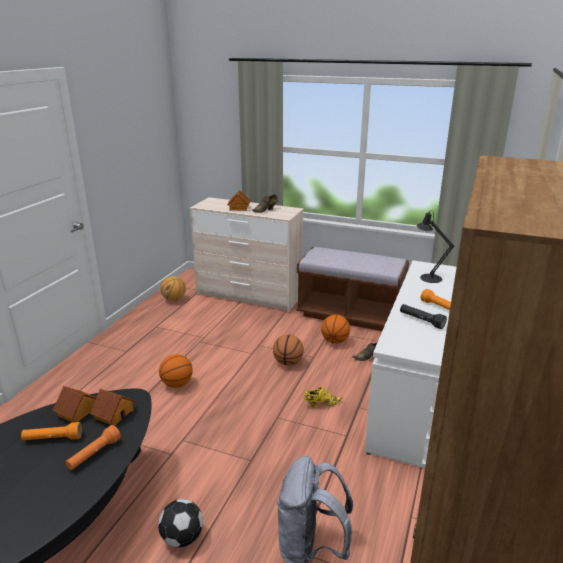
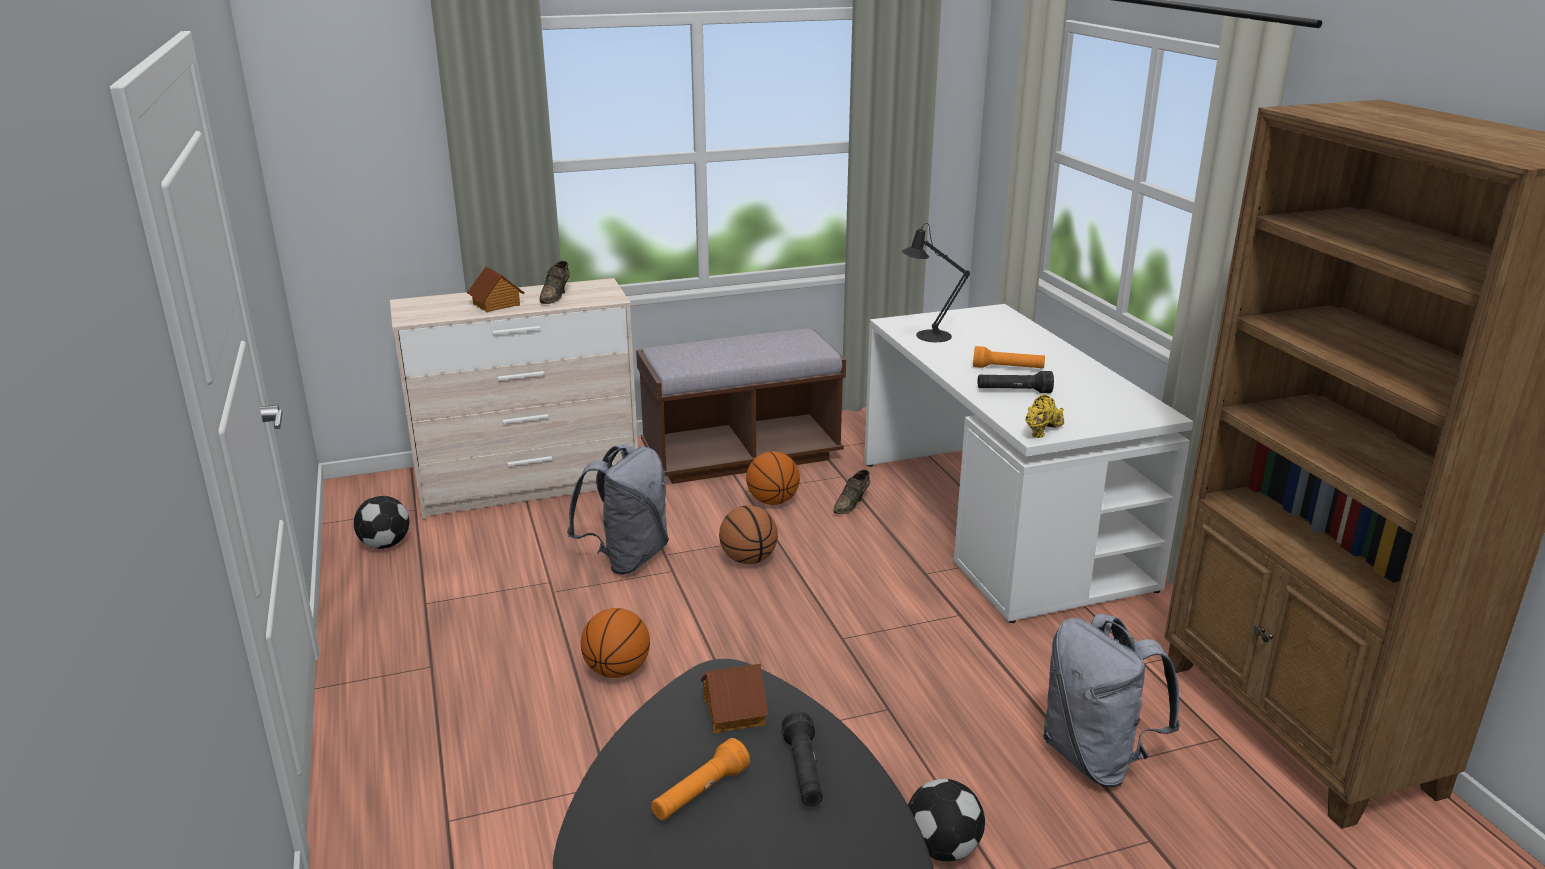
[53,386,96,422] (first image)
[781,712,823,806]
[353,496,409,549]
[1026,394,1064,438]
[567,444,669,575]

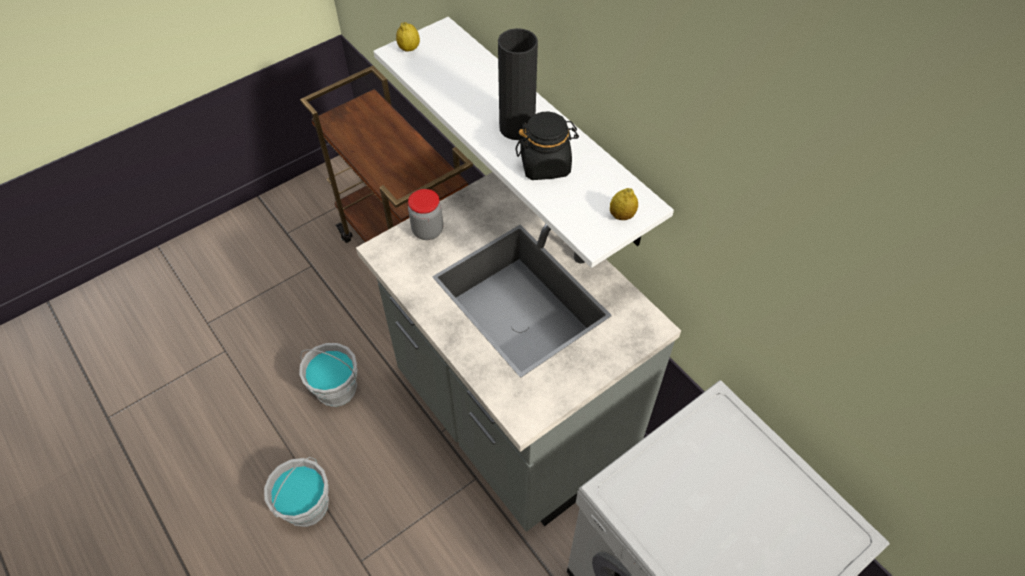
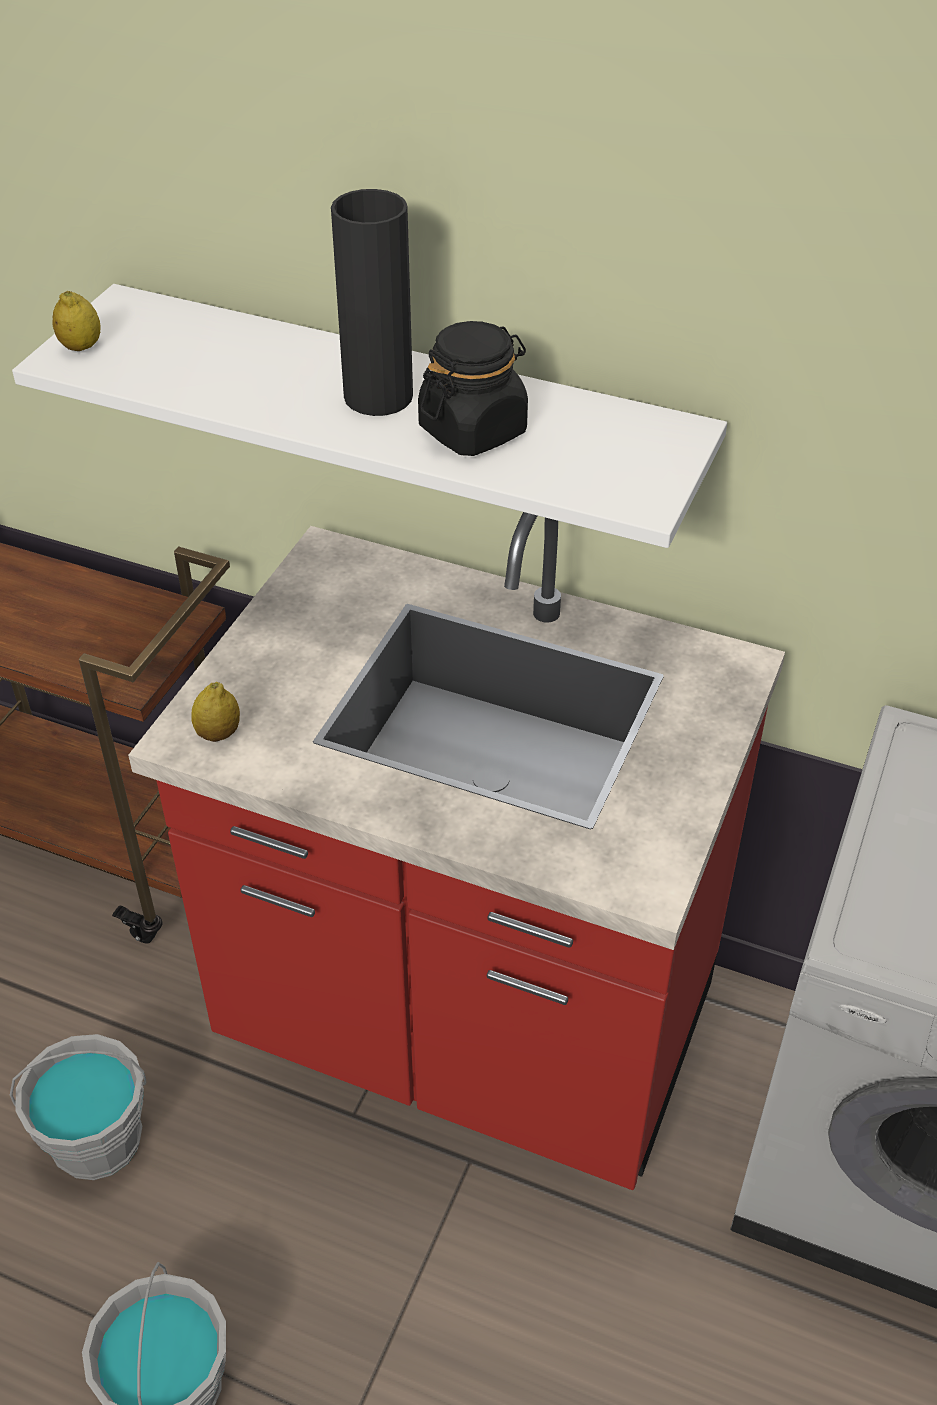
[128,512,785,1190]
[408,189,443,240] (first image)
[191,682,240,742]

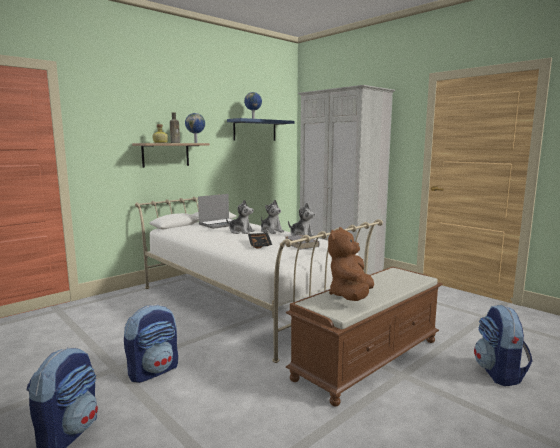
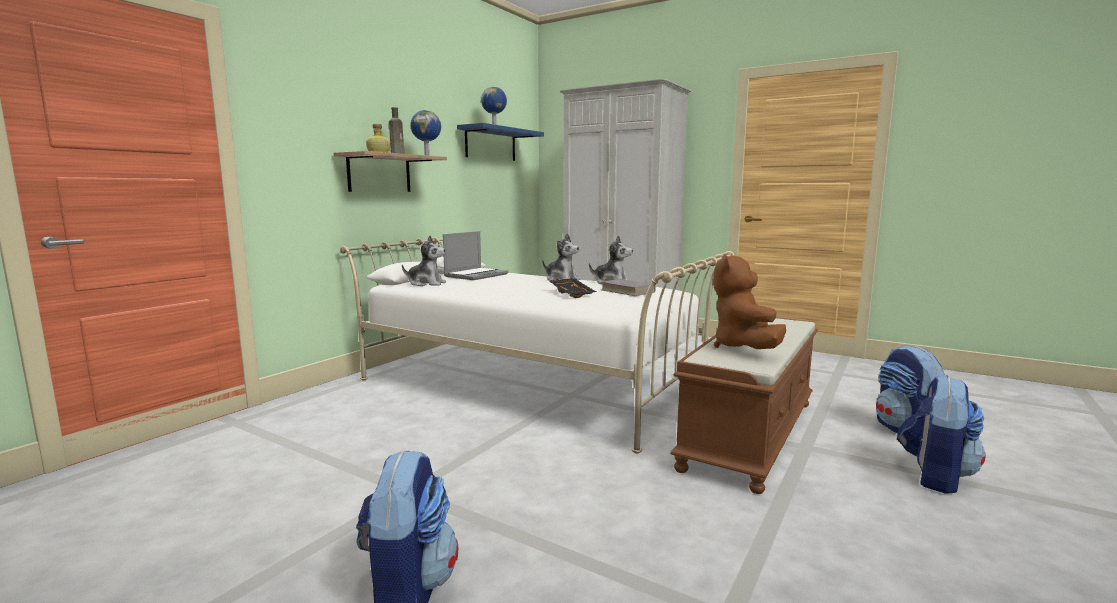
[897,375,986,494]
[402,236,446,286]

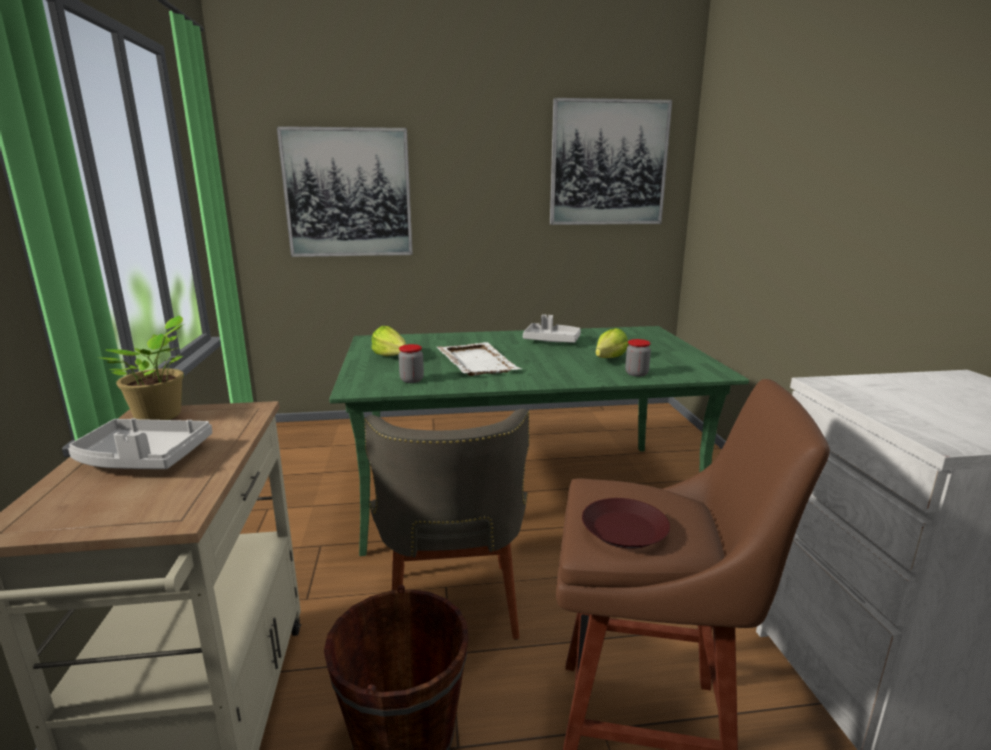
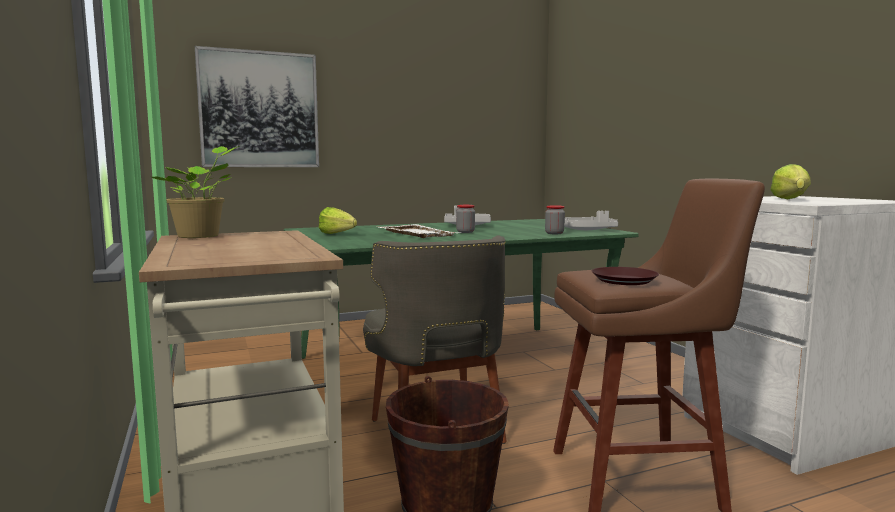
[565,211,618,230]
[456,205,475,233]
[550,98,672,225] (first image)
[770,164,811,199]

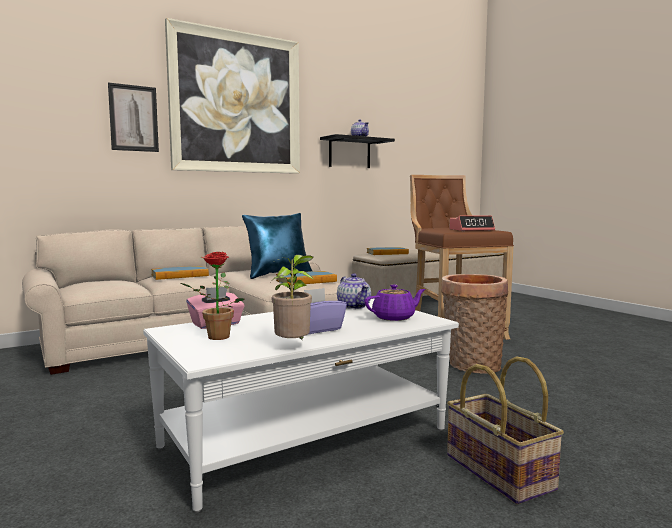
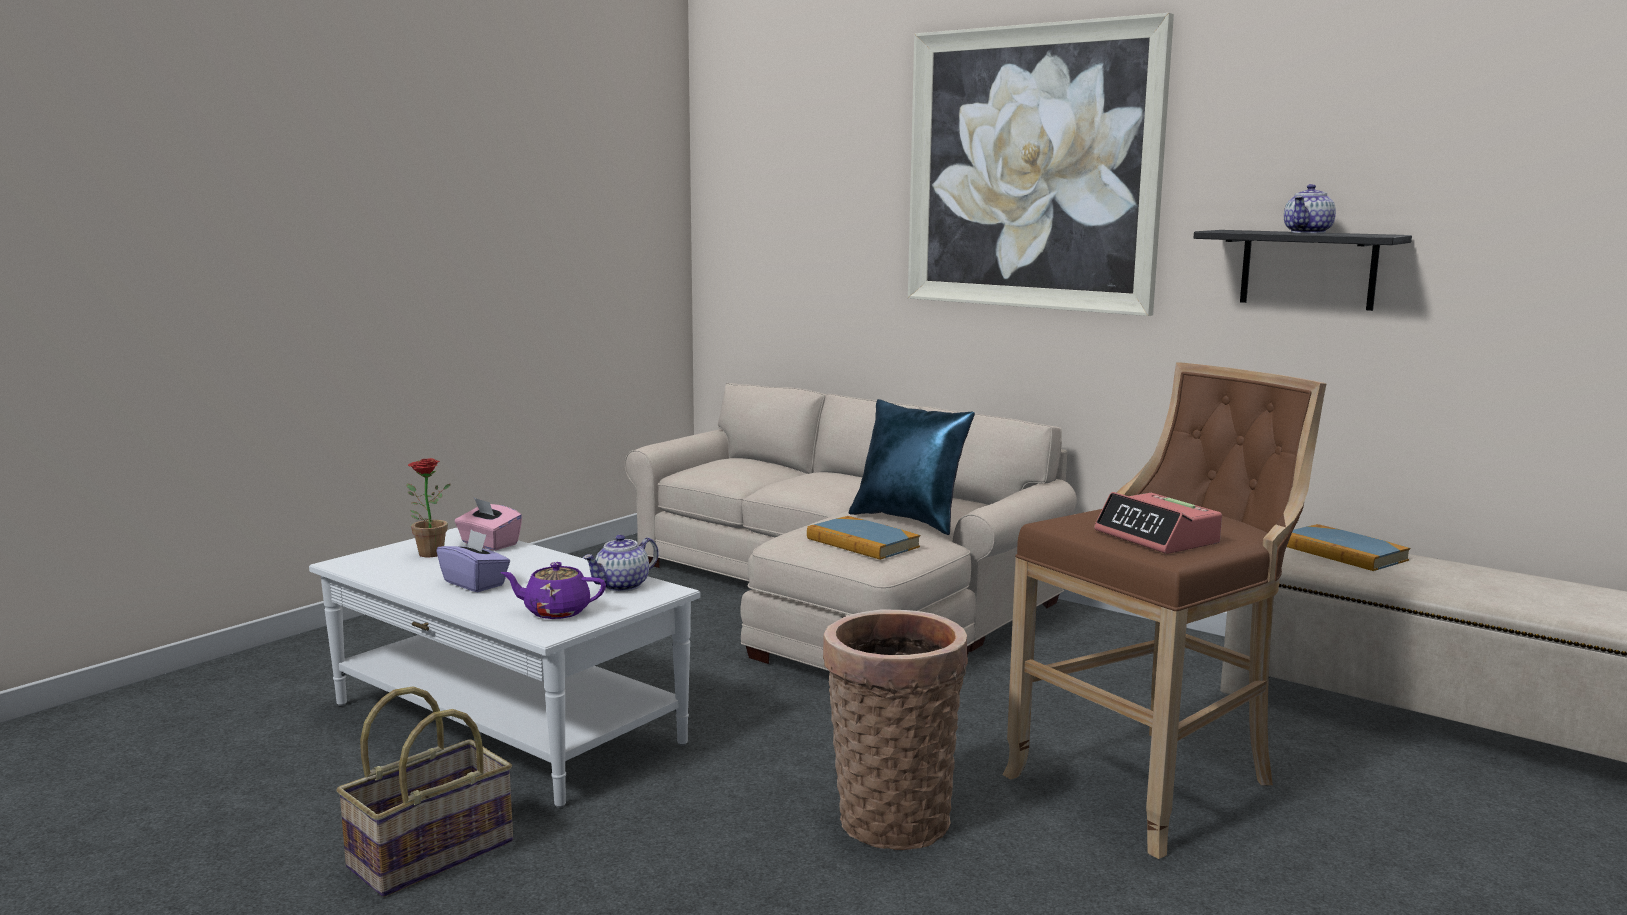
[108,83,159,152] (first image)
[151,266,209,280] (first image)
[271,255,314,341] (first image)
[500,562,606,619]

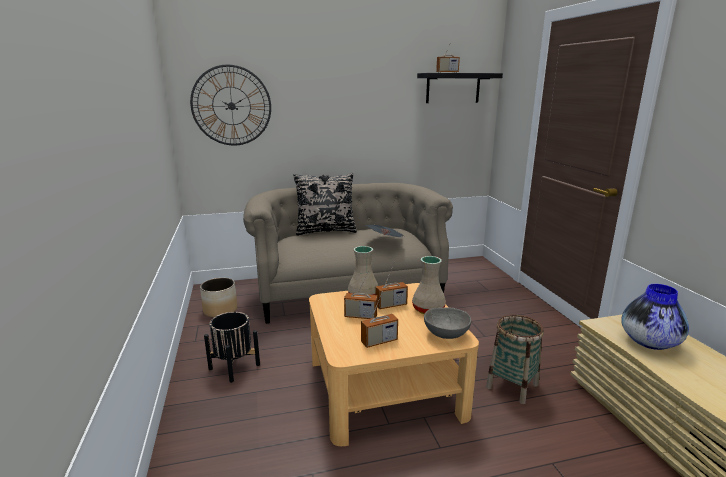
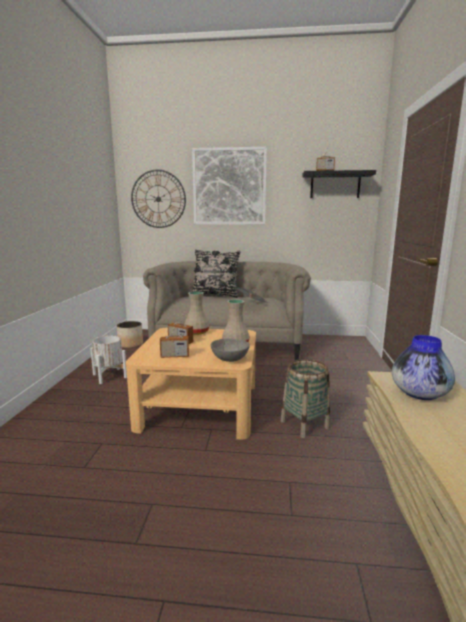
[90,335,127,384]
[375,261,408,309] (first image)
[192,147,267,225]

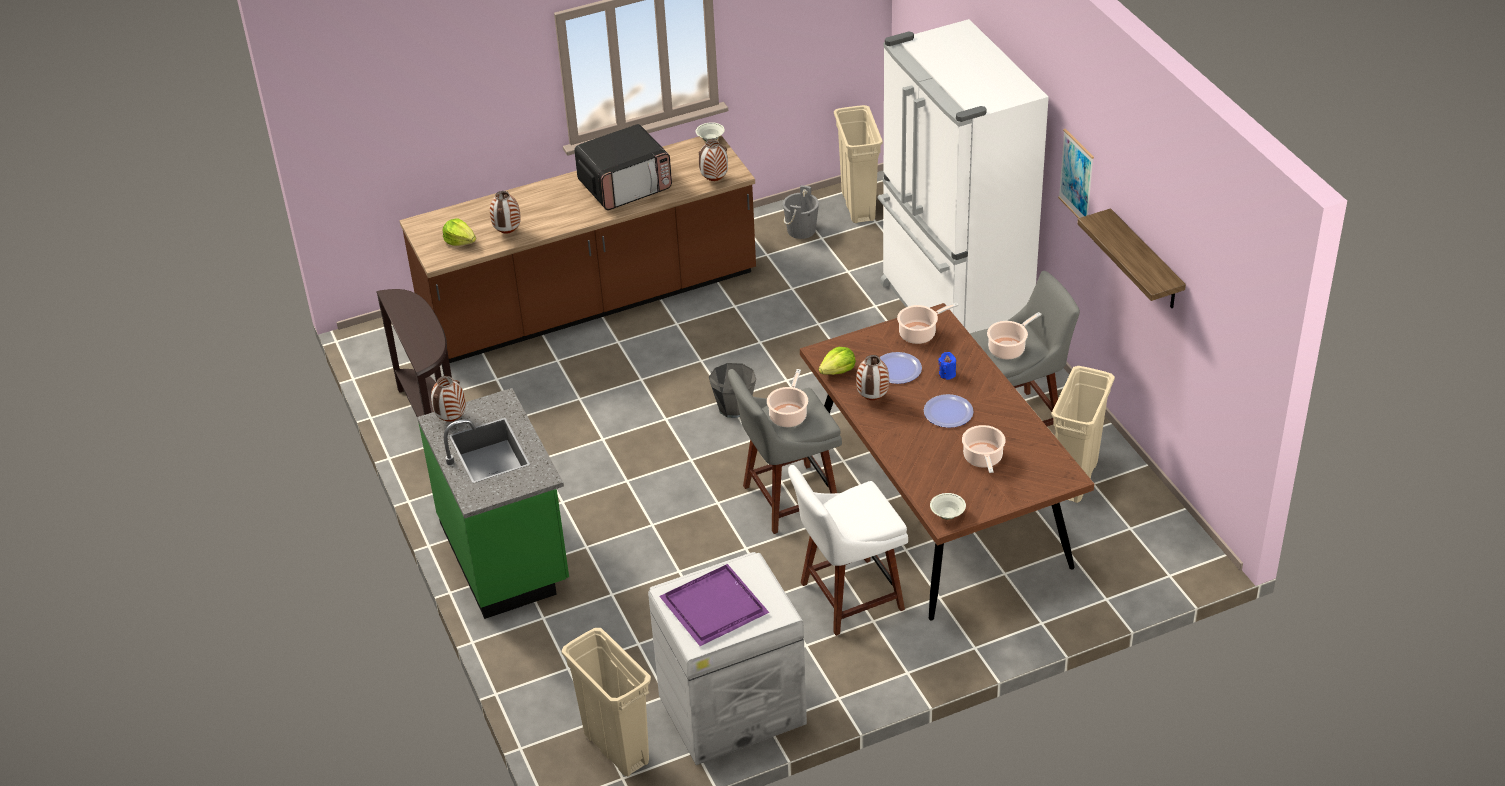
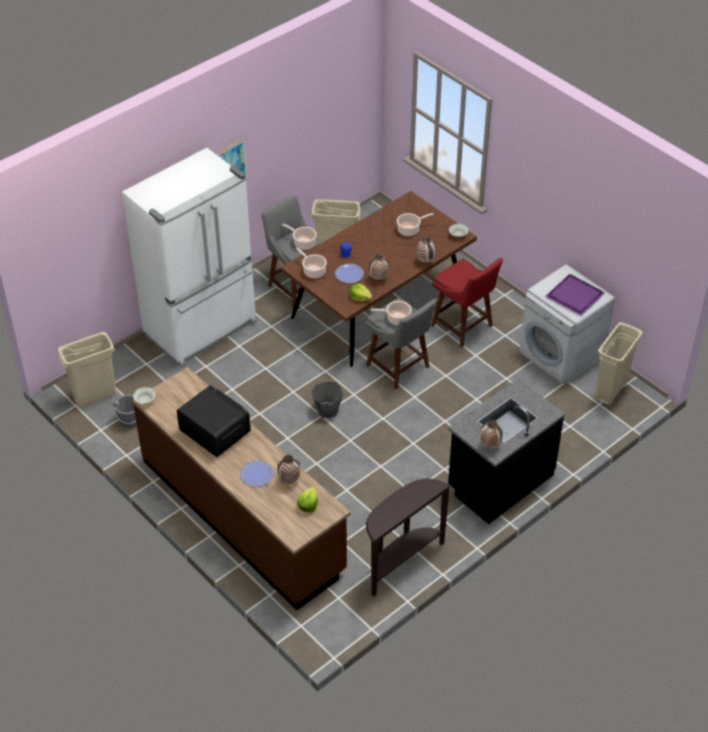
[448,379,565,524]
[416,237,436,263]
[431,258,503,347]
[240,461,274,487]
[1077,208,1186,308] (first image)

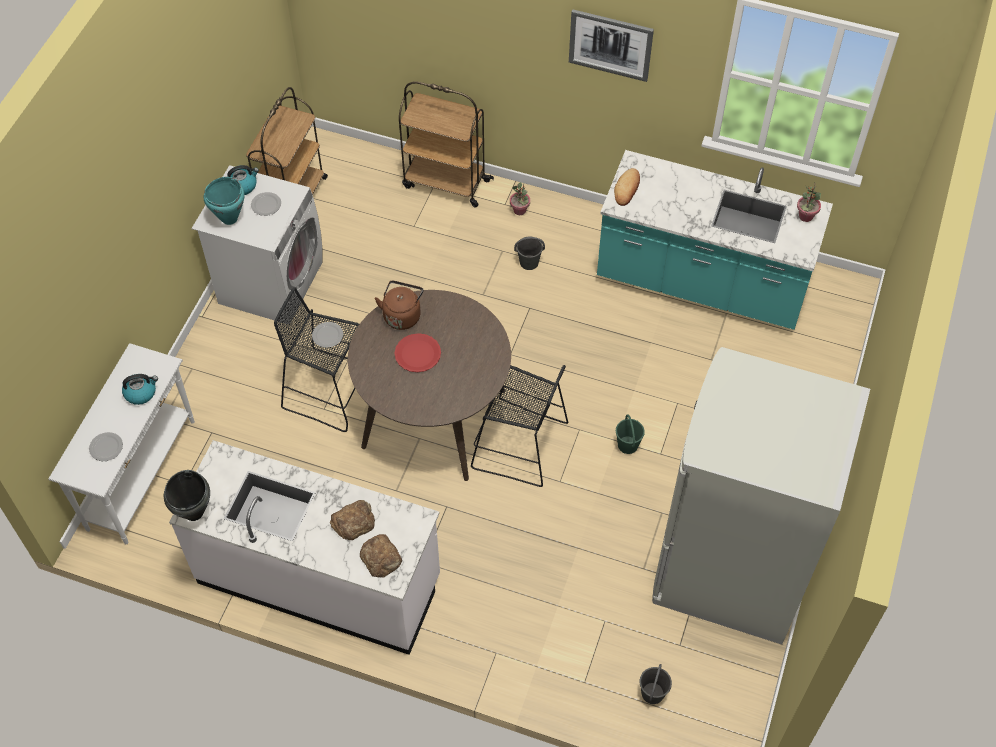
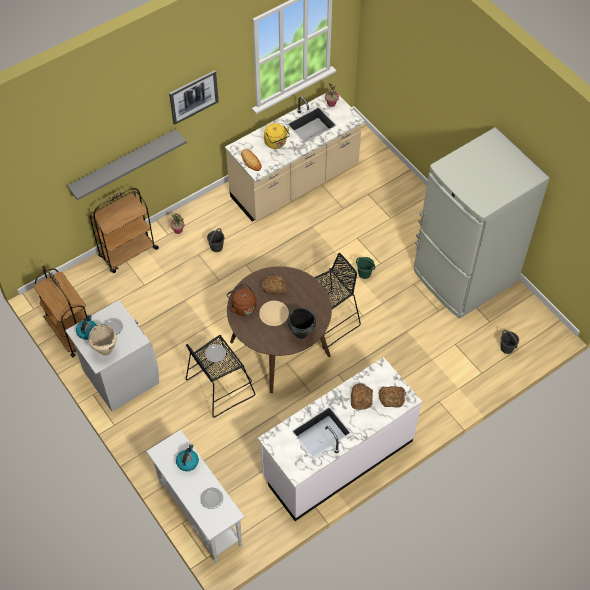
[287,308,316,339]
[88,324,117,356]
[259,301,289,326]
[225,93,365,222]
[67,129,187,200]
[261,276,287,295]
[264,123,290,149]

